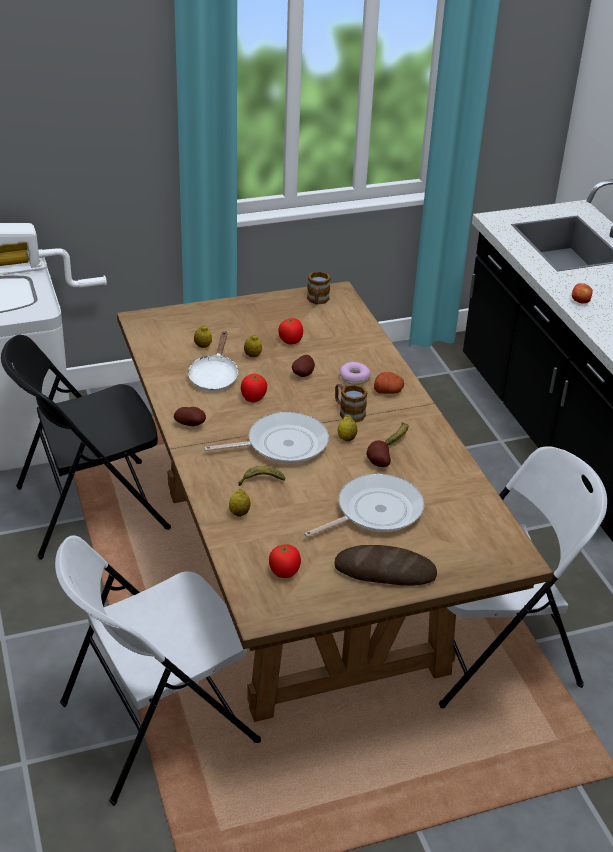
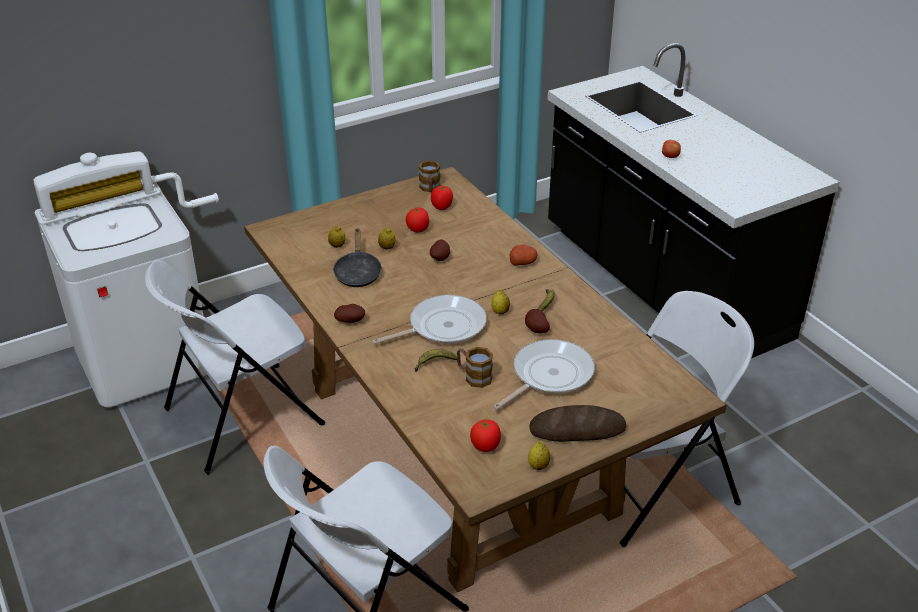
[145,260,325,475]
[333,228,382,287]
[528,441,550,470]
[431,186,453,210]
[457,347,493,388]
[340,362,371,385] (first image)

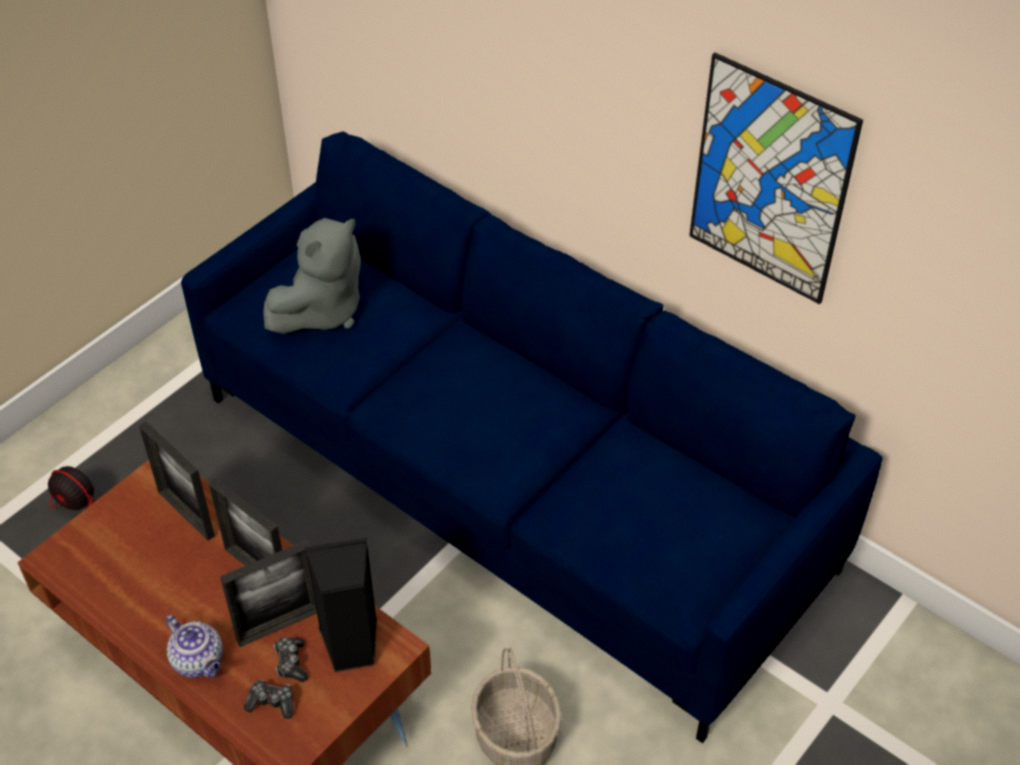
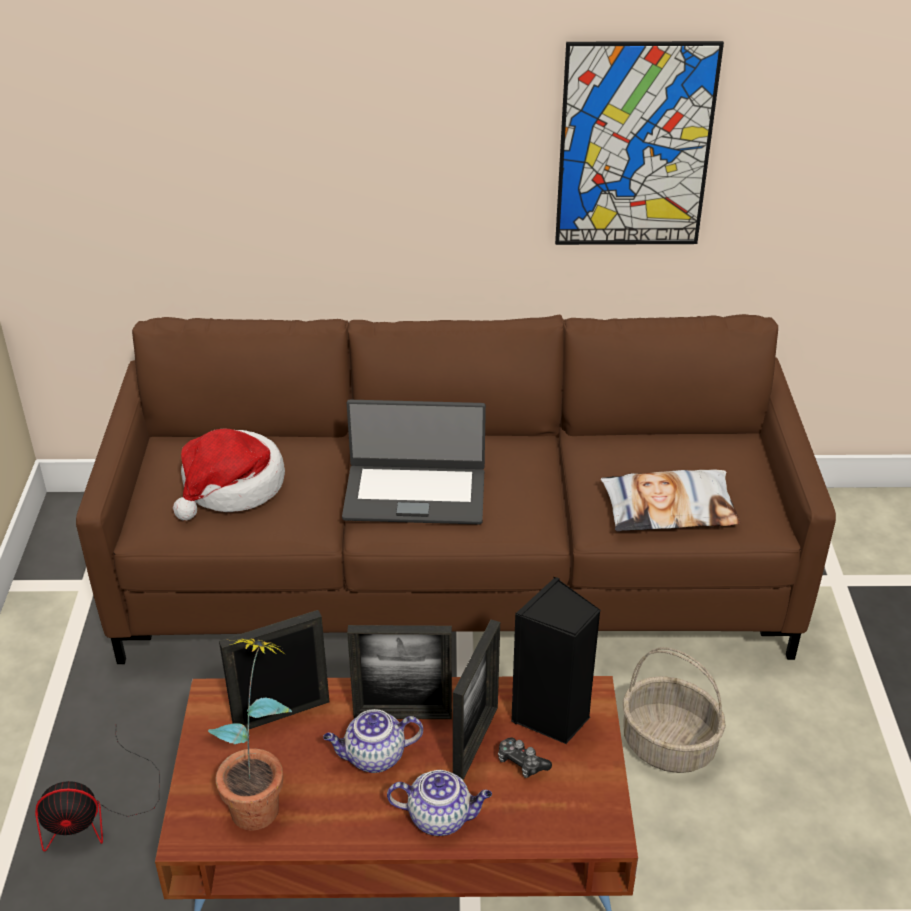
[219,610,329,730]
[76,314,836,664]
[244,680,294,719] (first image)
[173,429,285,521]
[208,639,292,830]
[323,709,423,773]
[342,400,486,524]
[600,469,740,531]

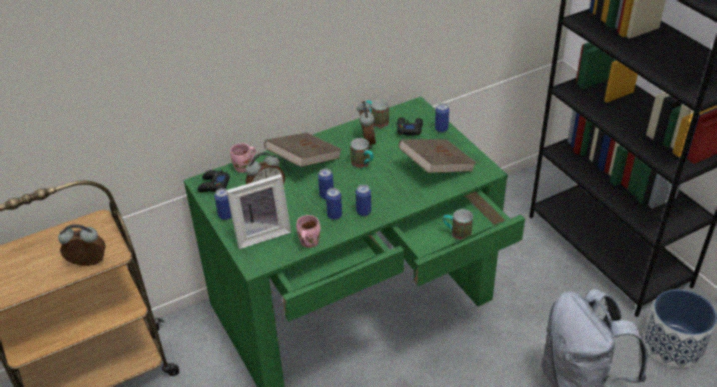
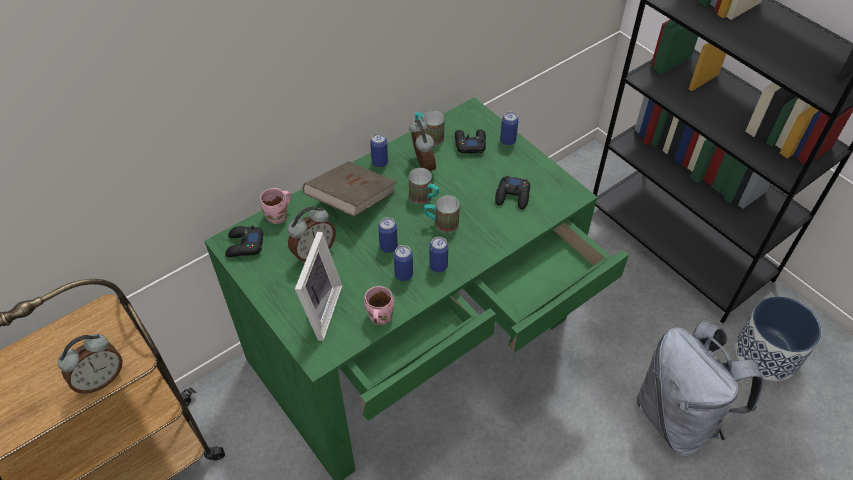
[58,334,123,394]
[370,133,388,168]
[295,232,343,341]
[495,176,530,210]
[424,195,460,233]

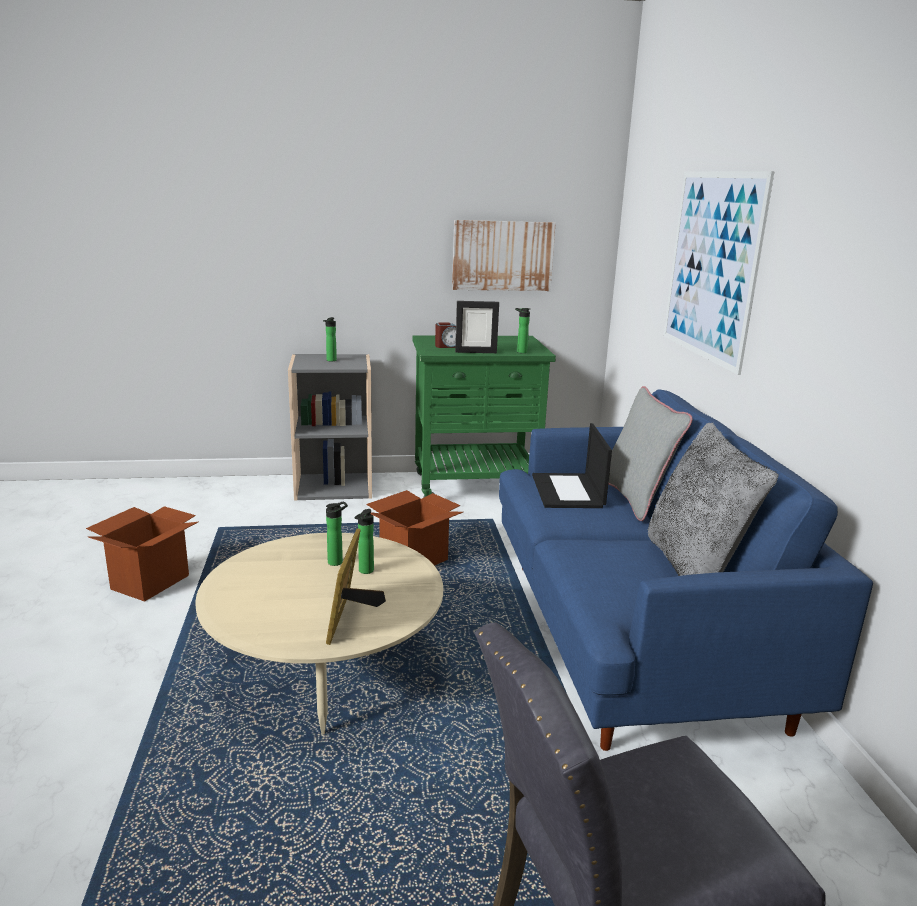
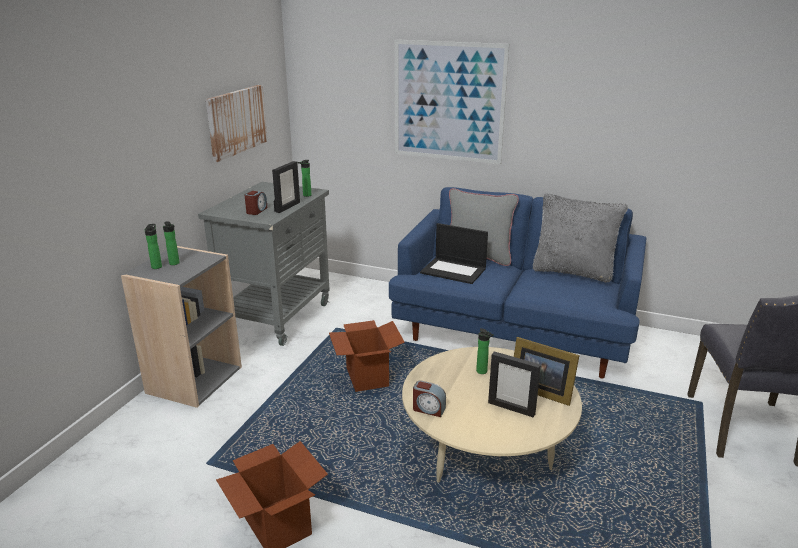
[145,224,162,269]
[198,182,330,346]
[413,380,446,417]
[488,351,541,417]

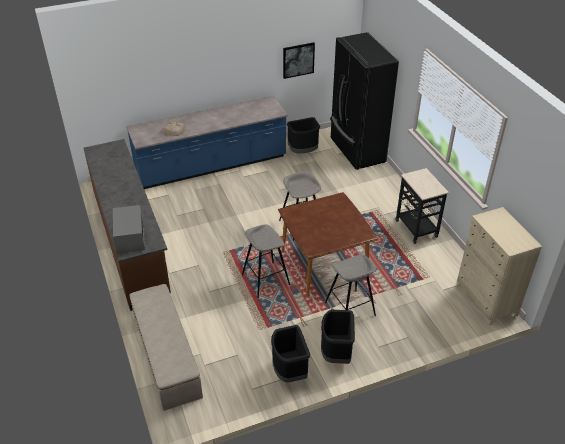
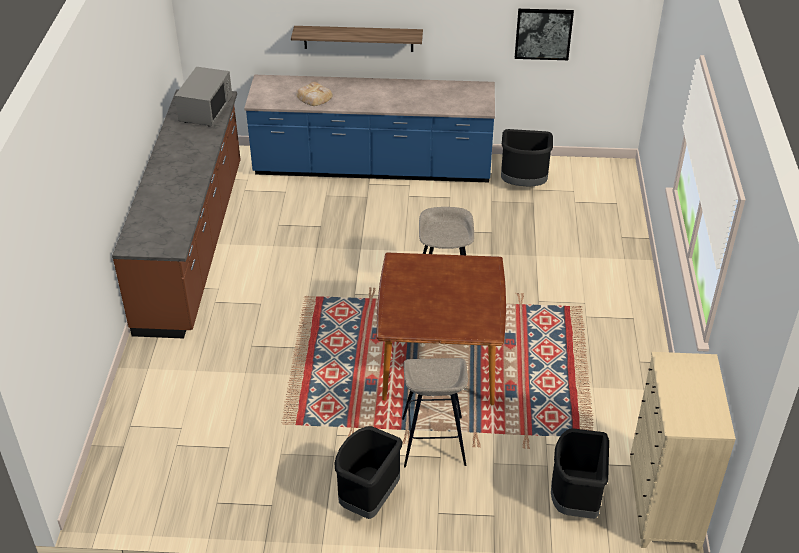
[175,67,232,126]
[129,284,203,411] (first image)
[242,224,290,298] (first image)
[551,428,609,519]
[330,32,399,170] (first image)
[395,168,449,244] (first image)
[291,26,423,52]

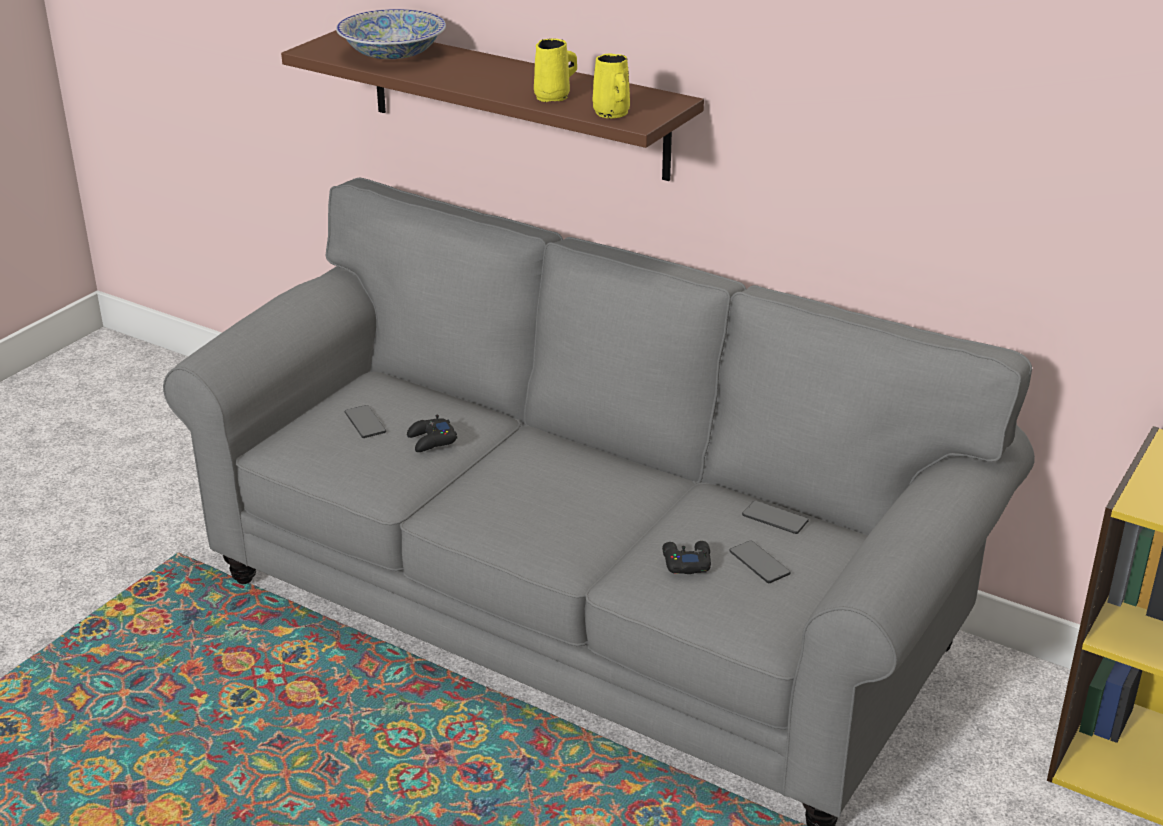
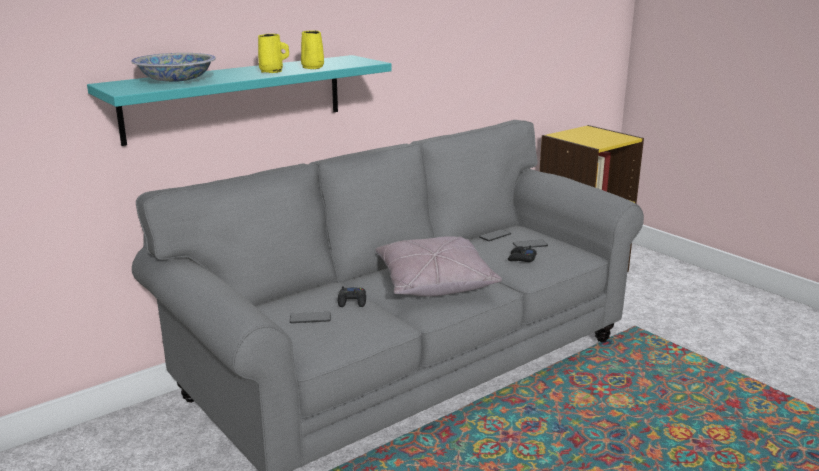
[87,55,392,146]
[258,34,289,73]
[375,236,502,296]

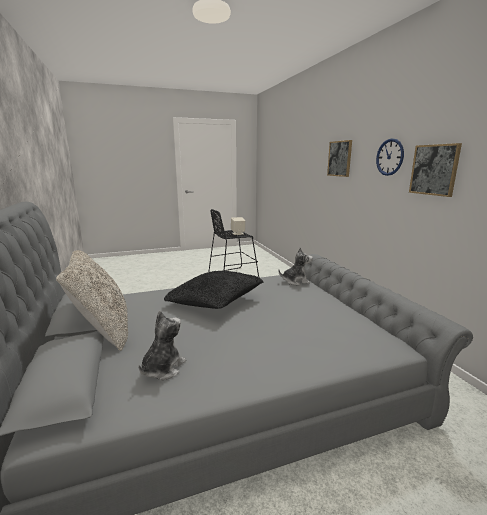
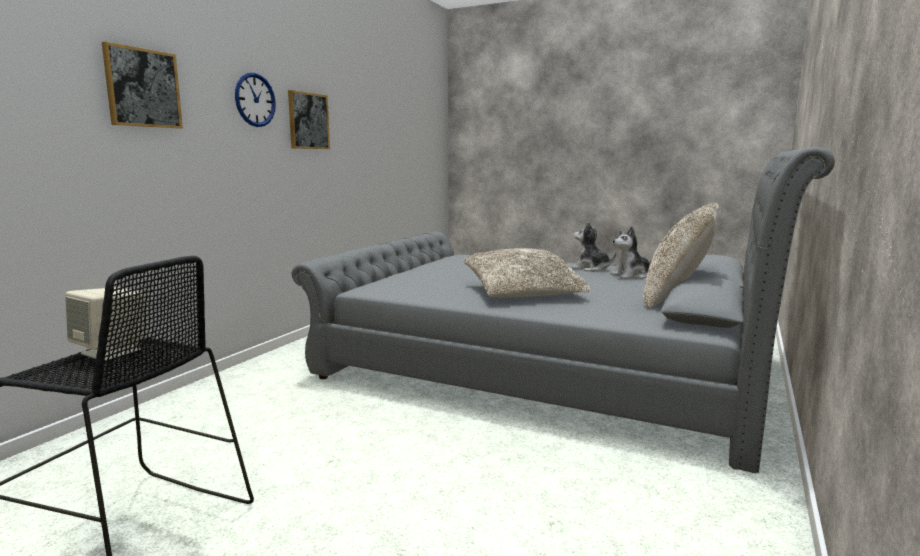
[464,248,590,297]
[572,222,617,272]

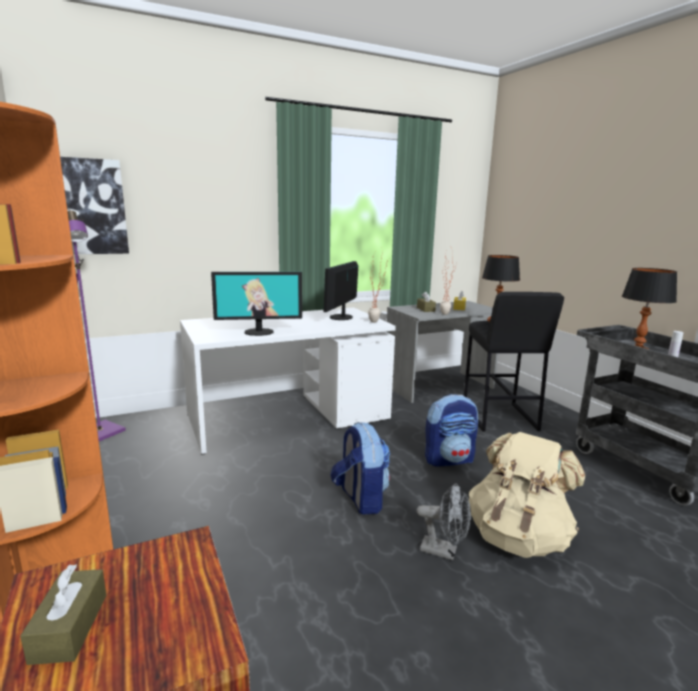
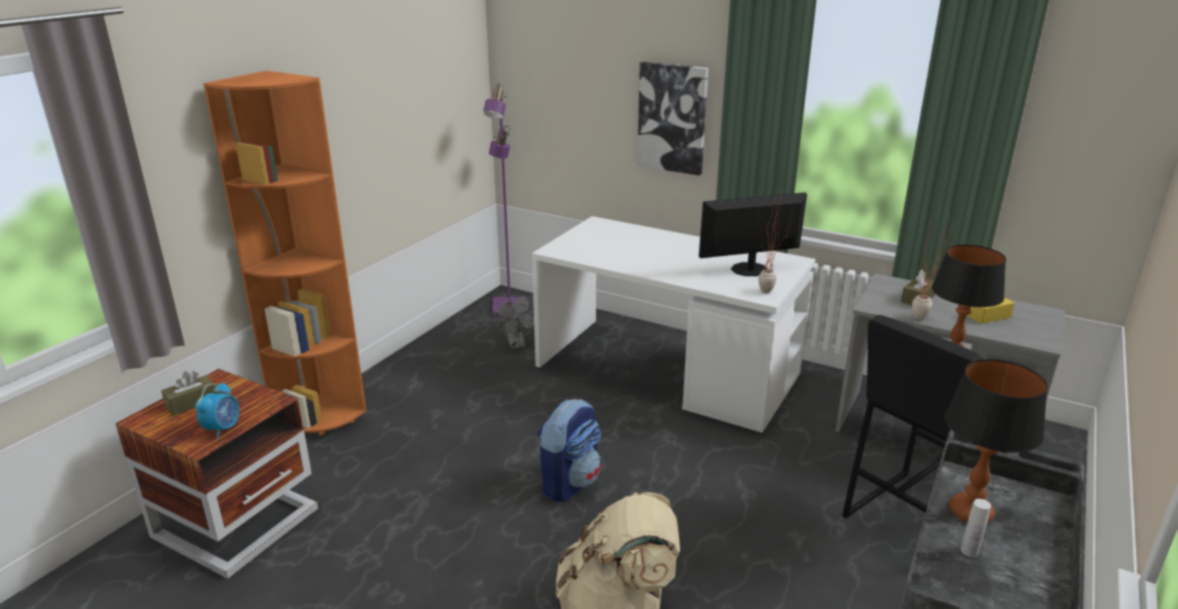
[637,62,708,176]
[211,272,302,336] (first image)
[494,295,534,349]
[425,394,478,467] (first image)
[195,382,239,439]

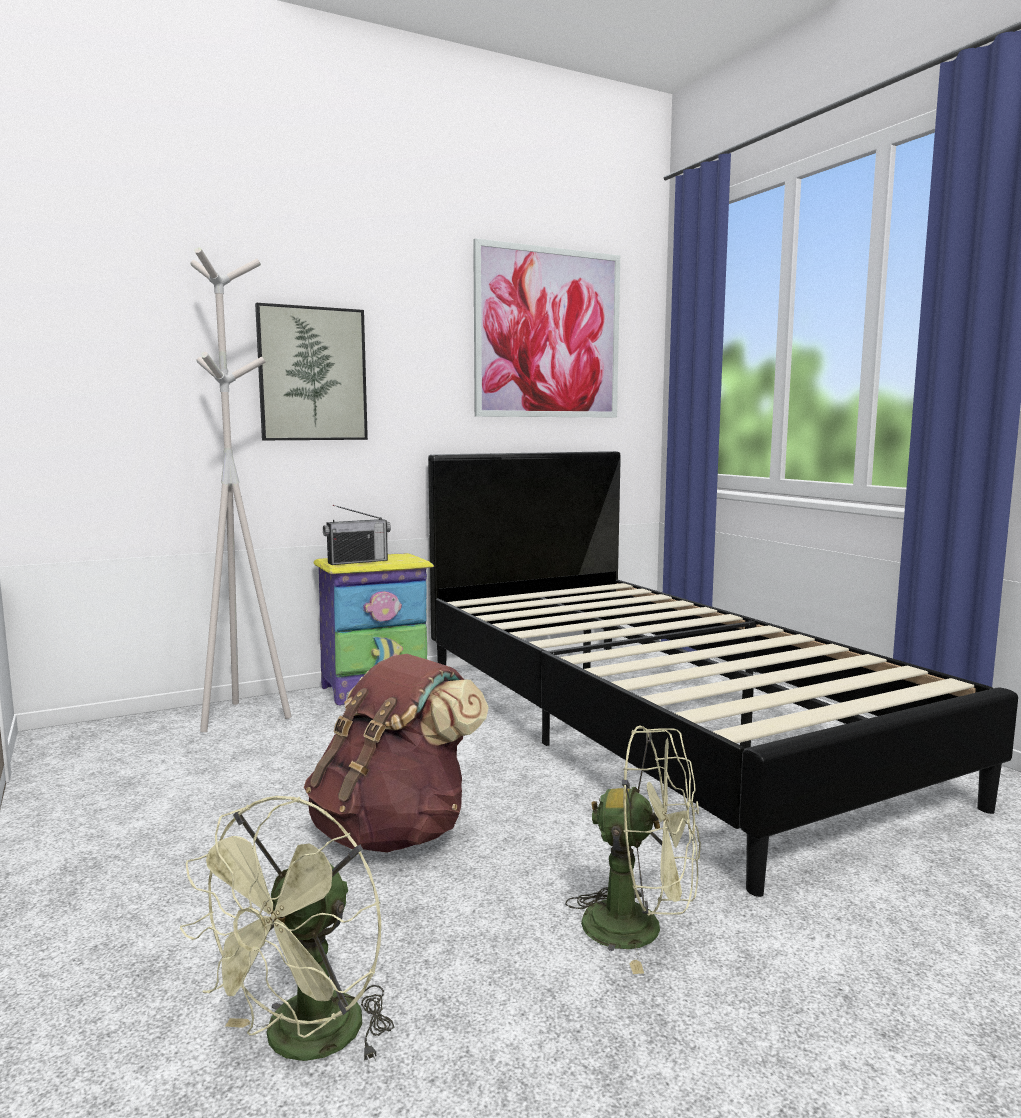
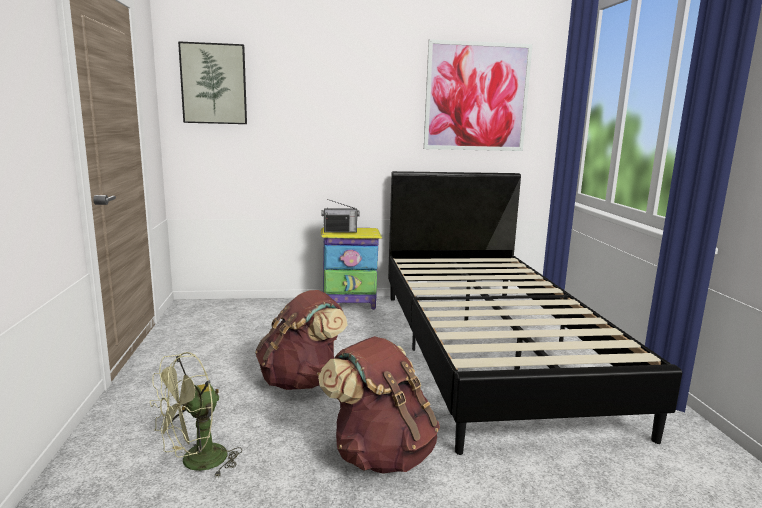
[190,247,292,732] (first image)
[178,41,247,124]
[318,336,440,473]

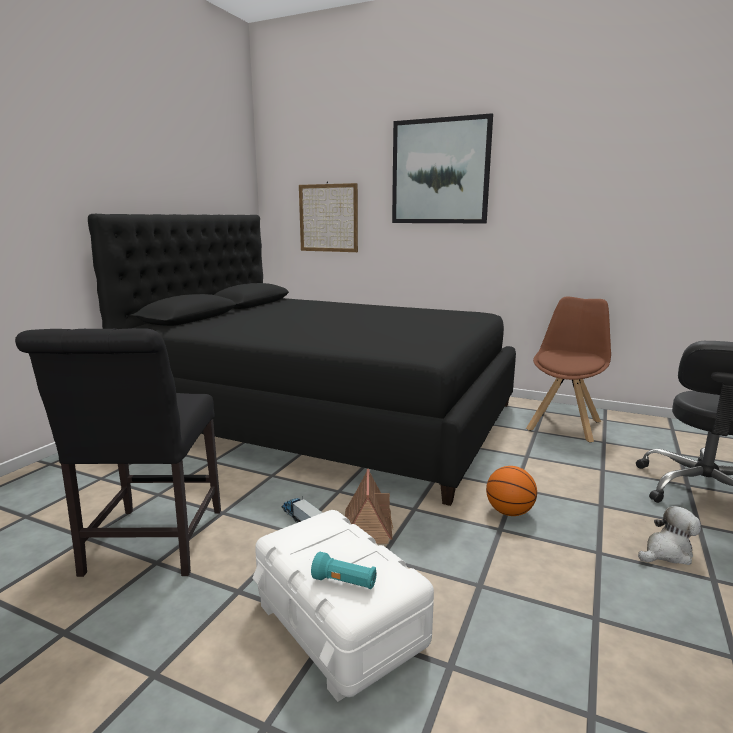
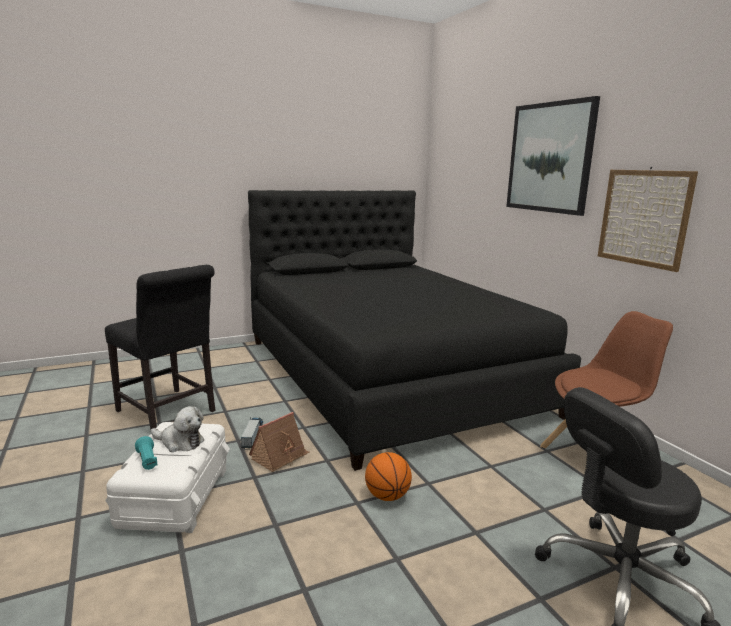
[105,265,216,430]
[598,167,698,272]
[151,406,204,452]

